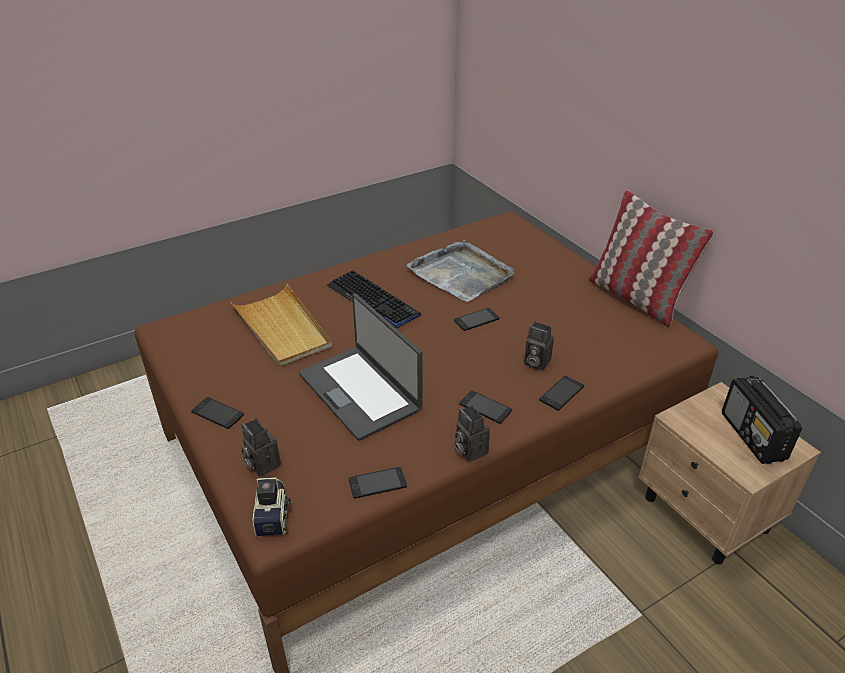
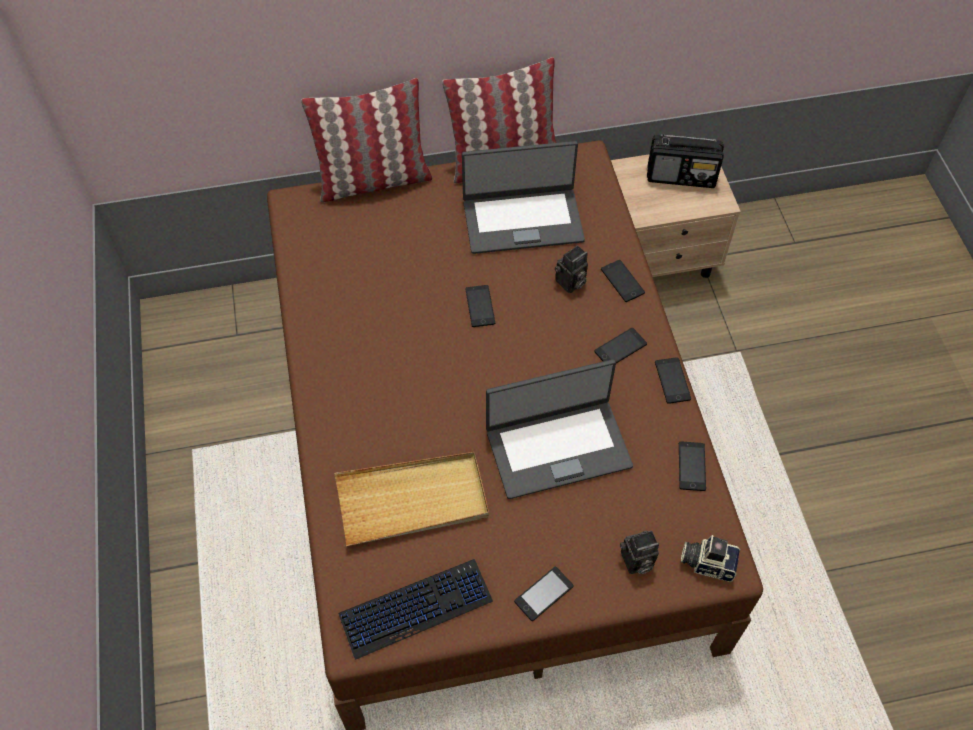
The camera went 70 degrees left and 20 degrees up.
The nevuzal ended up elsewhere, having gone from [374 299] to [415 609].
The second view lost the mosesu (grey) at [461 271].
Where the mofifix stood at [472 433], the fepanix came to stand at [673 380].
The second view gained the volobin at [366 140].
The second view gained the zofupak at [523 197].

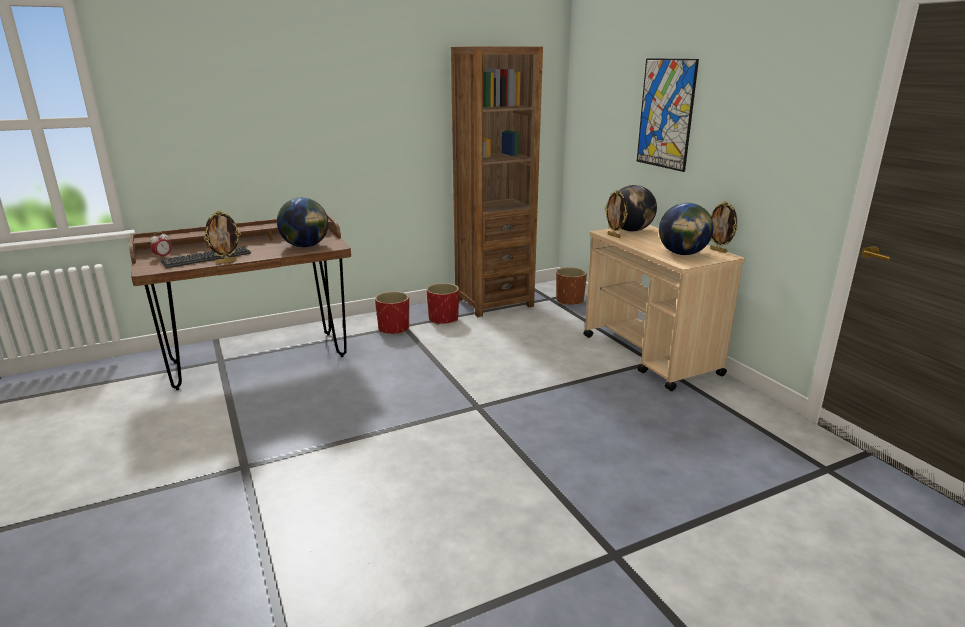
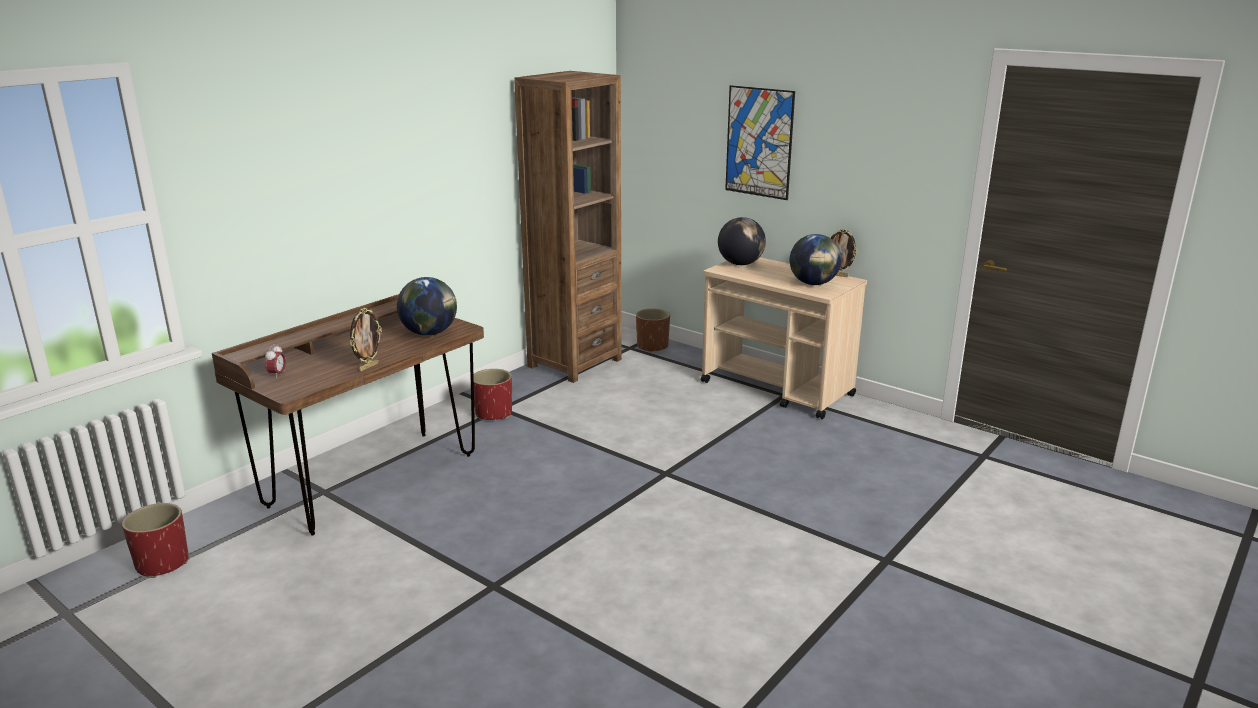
The camera went 25 degrees left and 0 degrees up.
The second view lost the nevuzal at [206 257].
The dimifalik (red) ended up elsewhere, having gone from [442 304] to [155 540].
The second view lost the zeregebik at [616 214].

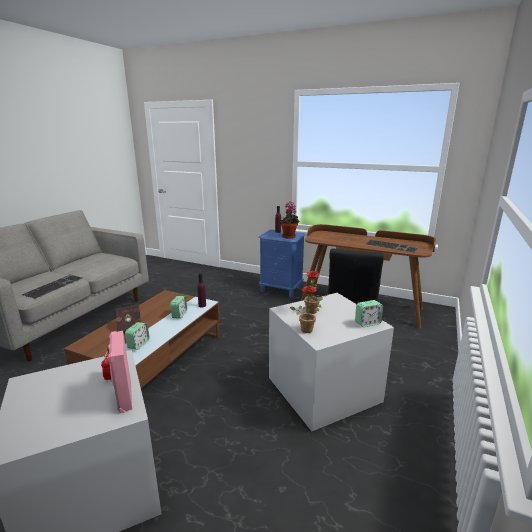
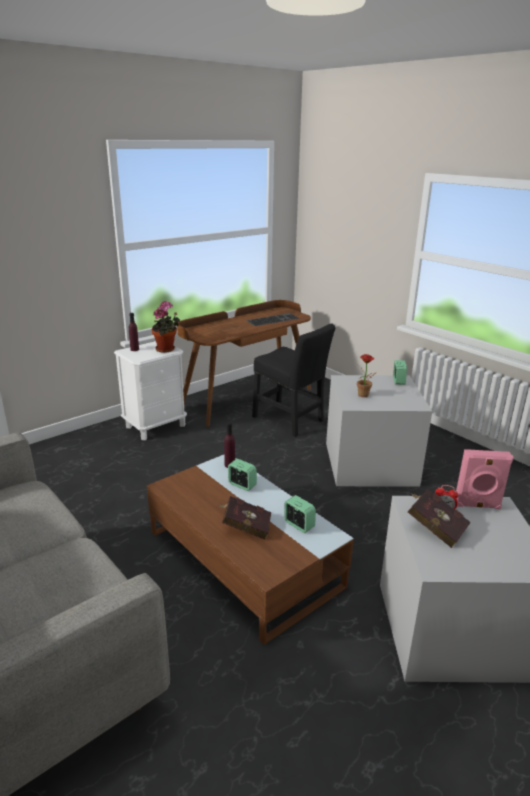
The camera went 65 degrees left and 5 degrees up.
The second view lost the nevuzal at [52 287].
What was the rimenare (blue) at [282 263] turned into the rimenare (white) at [150 390].
The second view lost the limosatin at [306 309].
The second view gained the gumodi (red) at [439 518].

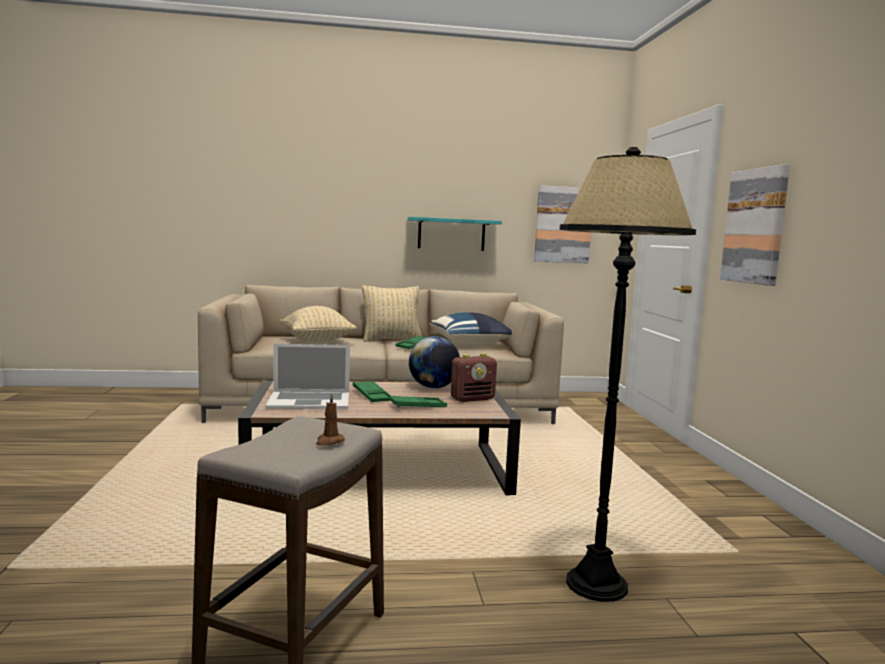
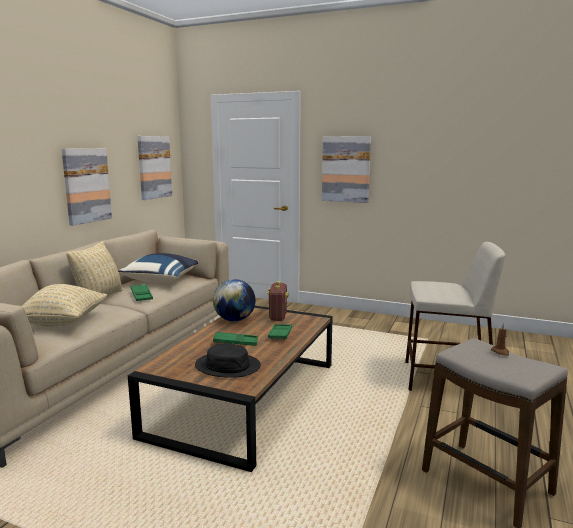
The camera went 60 degrees left and 5 degrees up.
Where the zofupak stood at [308 376], the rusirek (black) came to stand at [228 360].
Where the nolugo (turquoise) hung at [455 234], the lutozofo came to hang at [87 187].
Where the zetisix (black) stood at [628 374], the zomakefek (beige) came to stand at [455 316].

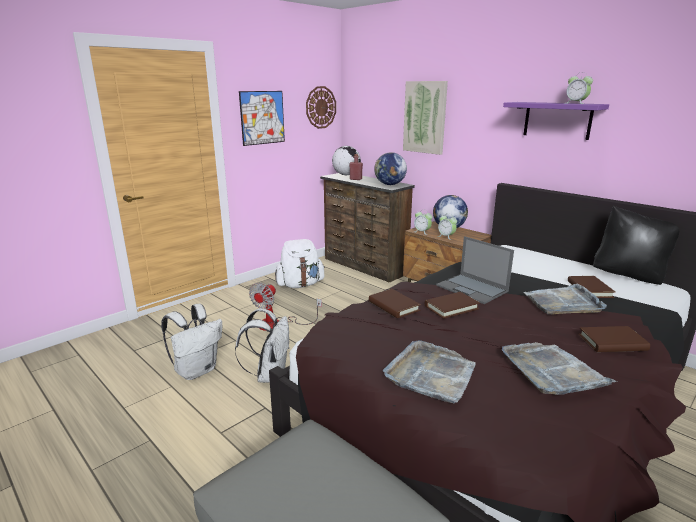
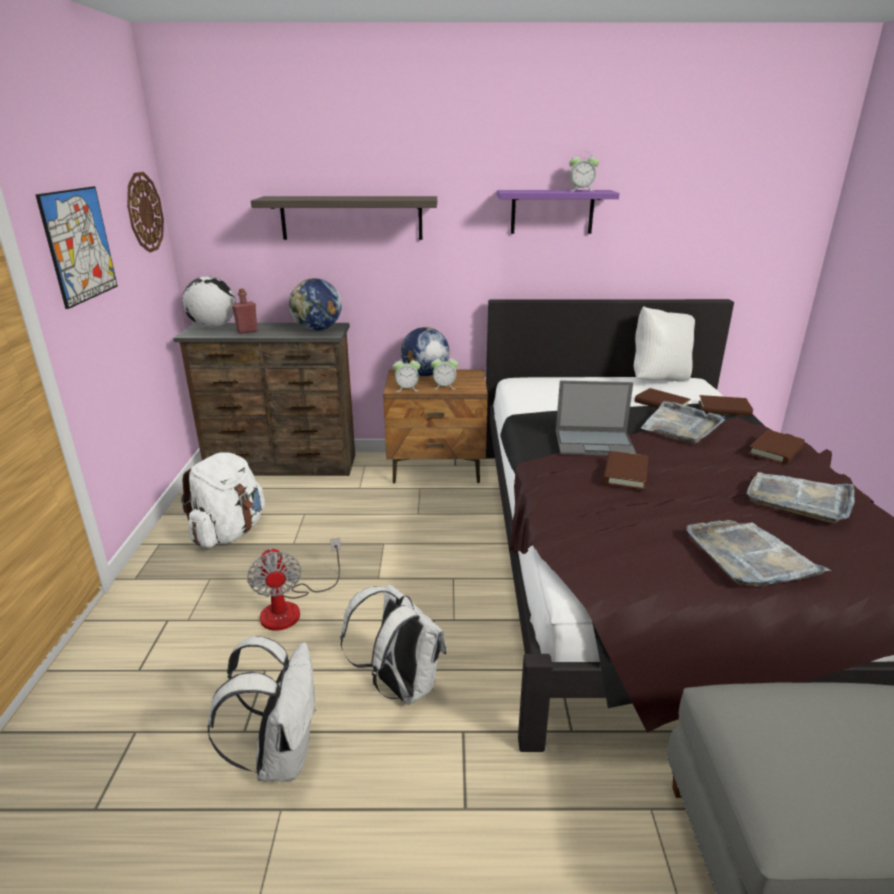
The camera went 45 degrees left and 5 degrees up.
The gumodi (brown) ended up elsewhere, having gone from [395 303] to [725 405].
Where the lutozofo hung at [425 118], the nolugo came to hang at [344 218].
What was the volobin (black) at [636 245] turned into the volobin (white) at [664 343].

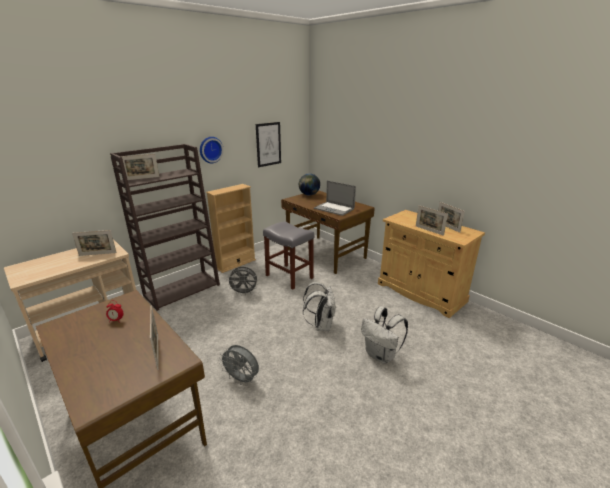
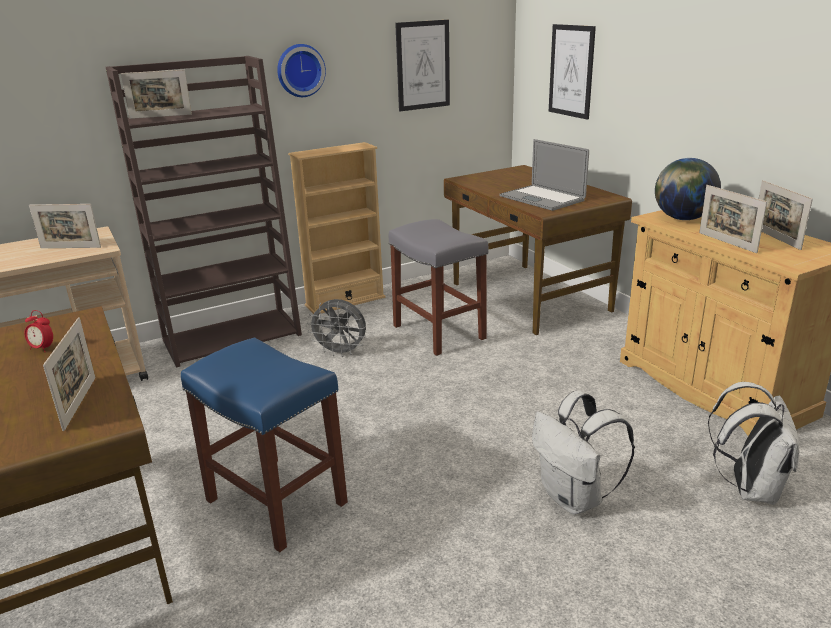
The camera went 15 degrees right and 0 degrees up.
Where the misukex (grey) stood at [239 365], the zomakefek (blue) came to stand at [264 444].
The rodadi ended up elsewhere, having gone from [309 185] to [688 189].
The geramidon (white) ended up elsewhere, having gone from [319 306] to [753 443].
The second view gained the lutozofo at [572 72].

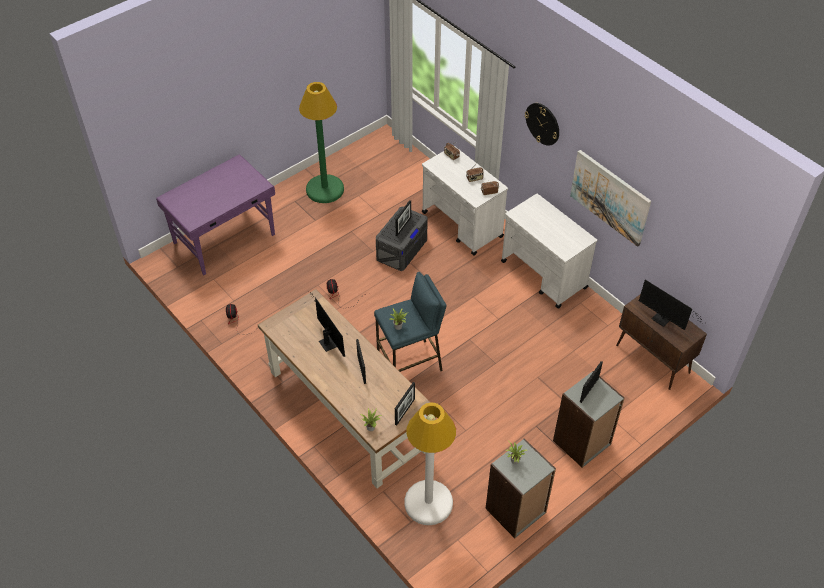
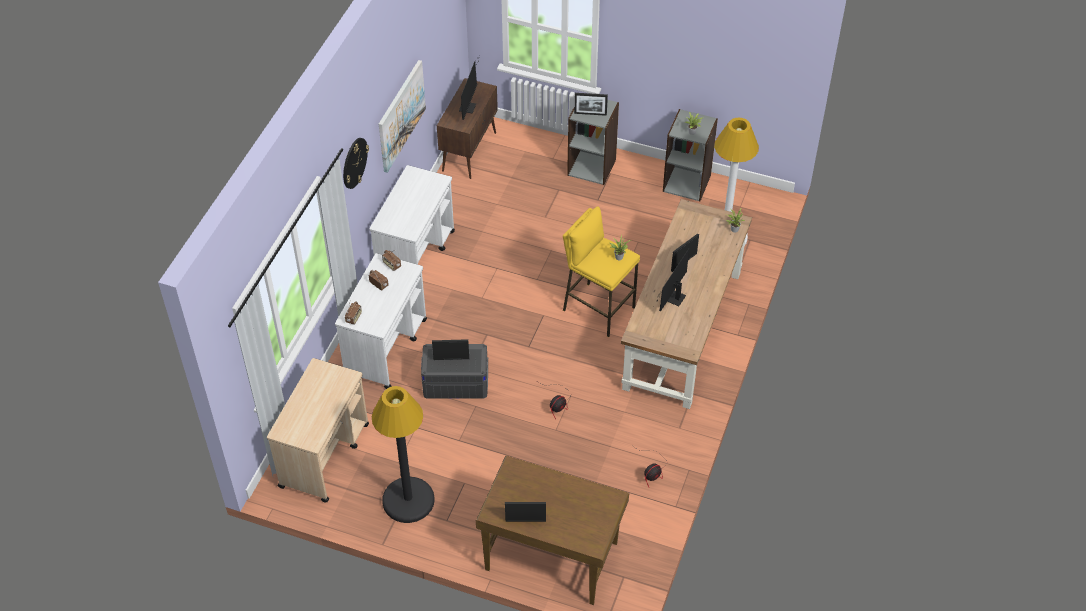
The camera went 120 degrees left and 0 degrees up.
What was the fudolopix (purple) at [215 215] turned into the fudolopix (brown) at [552 530].
What was the zetisix (green) at [321 142] turned into the zetisix (black) at [403 454].
What was the zomakefek (blue) at [410 322] turned into the zomakefek (yellow) at [601 271].
The zeregebik ended up elsewhere, having gone from [405 403] to [525 512].
The second view gained the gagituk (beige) at [318 430].

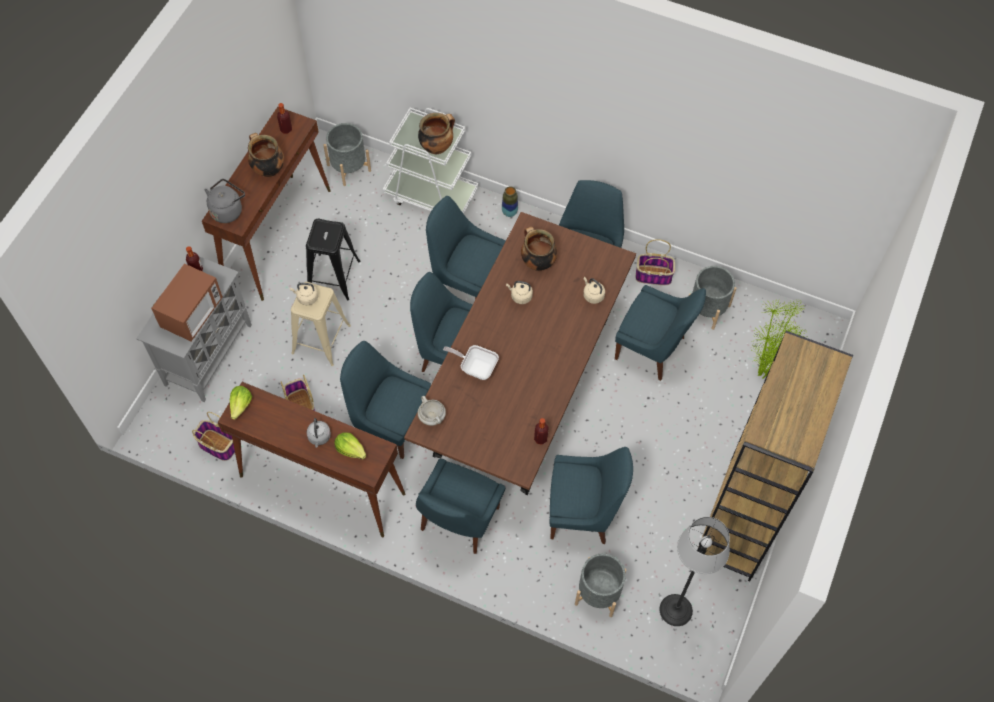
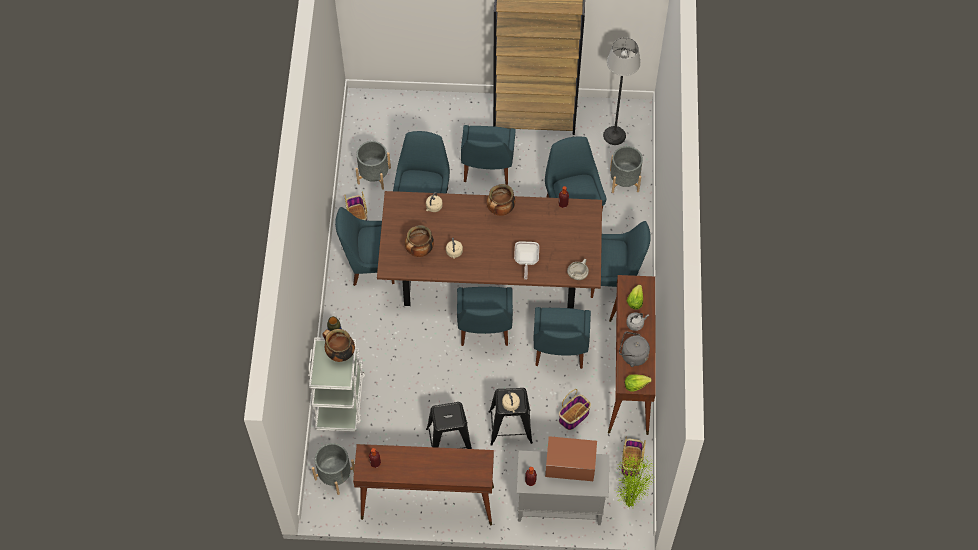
The camera went 110 degrees left and 0 degrees up.
The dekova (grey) ended up elsewhere, having gone from [225 201] to [634 349].
The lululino ended up elsewhere, having gone from [266 155] to [501 200].
What was the zomakefek (beige) at [321 324] turned into the zomakefek (black) at [511 417].
The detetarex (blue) ended up elsewhere, having gone from [466 248] to [488 155].
The limosatin ended up elsewhere, having gone from [779 339] to [635 480].

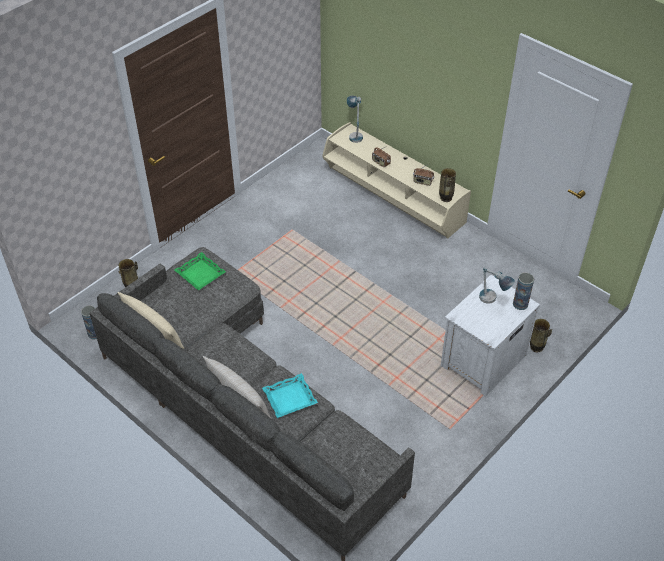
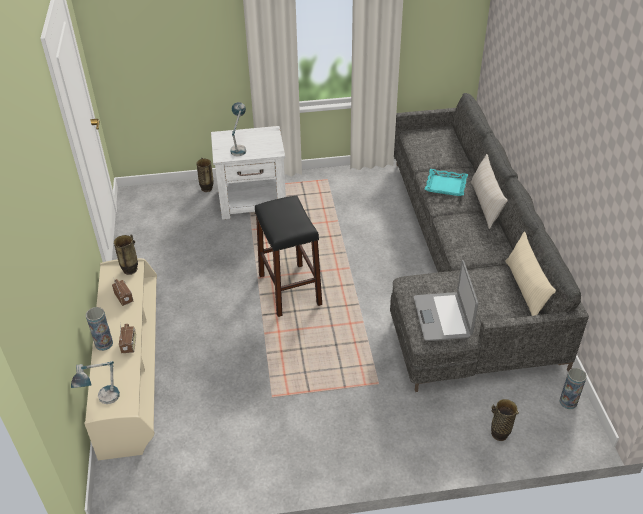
The camera went 140 degrees left and 5 degrees down.
Where the mosesu (green) stood at [200 271], the zofupak came to stand at [446 300].
The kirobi ended up elsewhere, having gone from [523 291] to [99 329].
The second view gained the zomakefek (black) at [288 256].

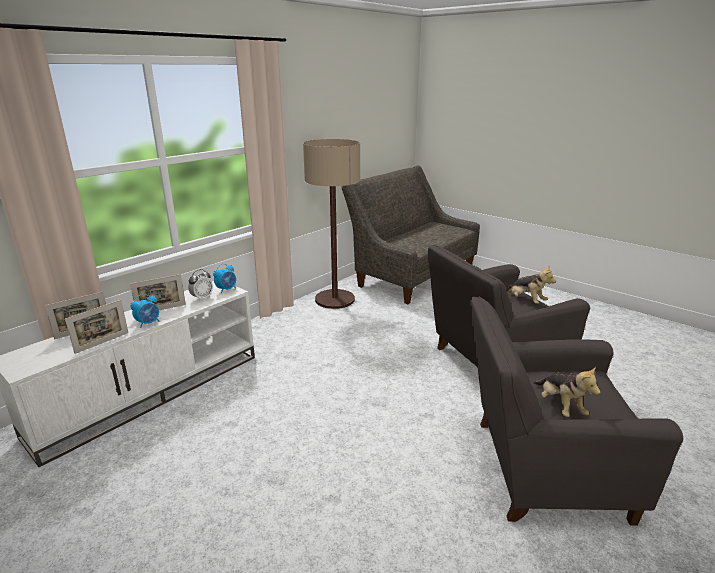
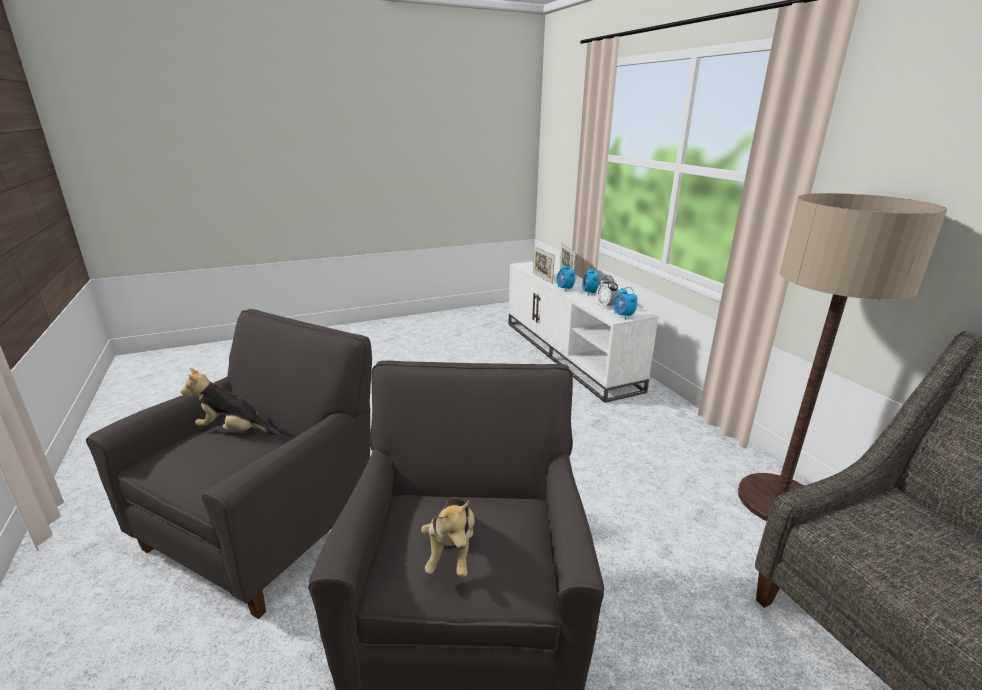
The camera went 115 degrees right and 0 degrees up.
Where the zeregebik stood at [158 292], the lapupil came to stand at [590 281].
The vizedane at [531 285] ended up facing another way, 75 degrees counterclockwise from before.

